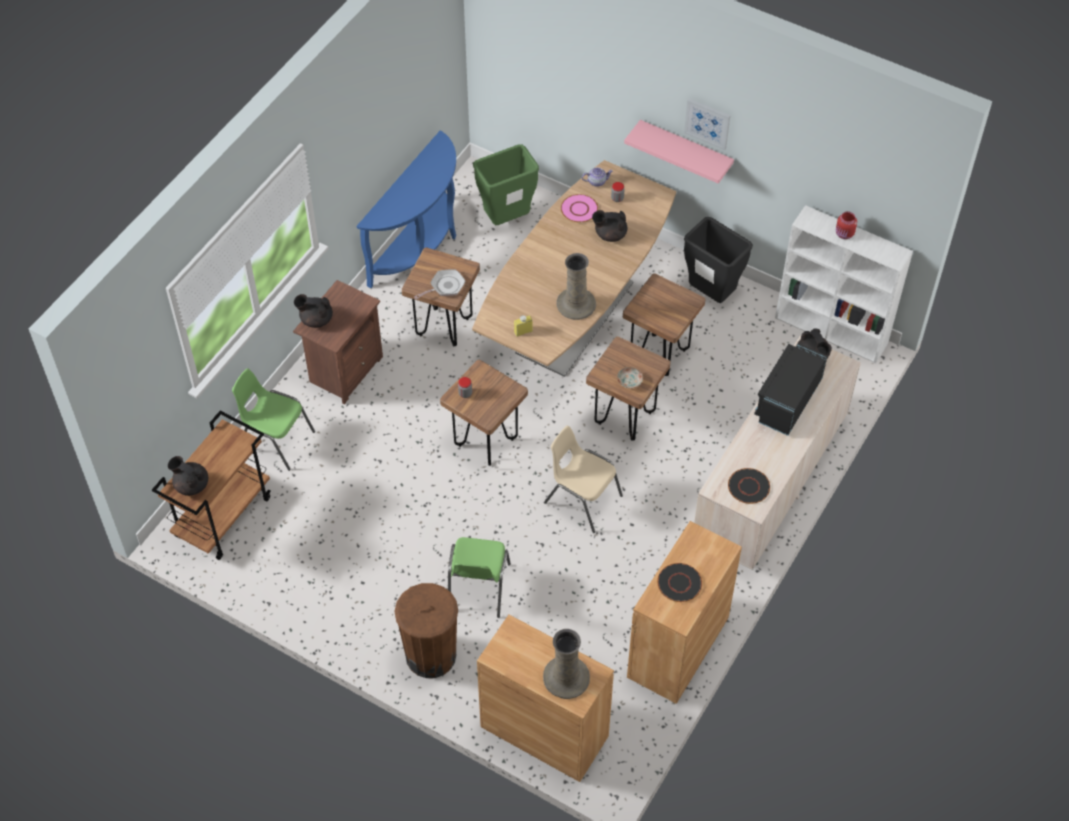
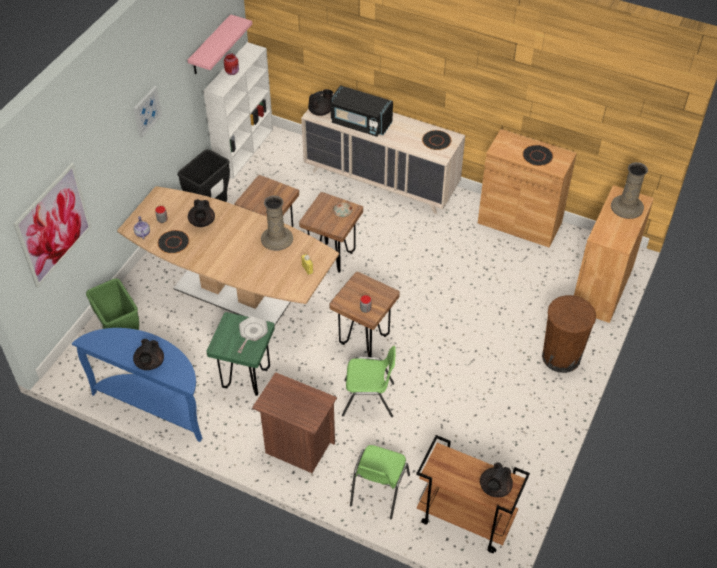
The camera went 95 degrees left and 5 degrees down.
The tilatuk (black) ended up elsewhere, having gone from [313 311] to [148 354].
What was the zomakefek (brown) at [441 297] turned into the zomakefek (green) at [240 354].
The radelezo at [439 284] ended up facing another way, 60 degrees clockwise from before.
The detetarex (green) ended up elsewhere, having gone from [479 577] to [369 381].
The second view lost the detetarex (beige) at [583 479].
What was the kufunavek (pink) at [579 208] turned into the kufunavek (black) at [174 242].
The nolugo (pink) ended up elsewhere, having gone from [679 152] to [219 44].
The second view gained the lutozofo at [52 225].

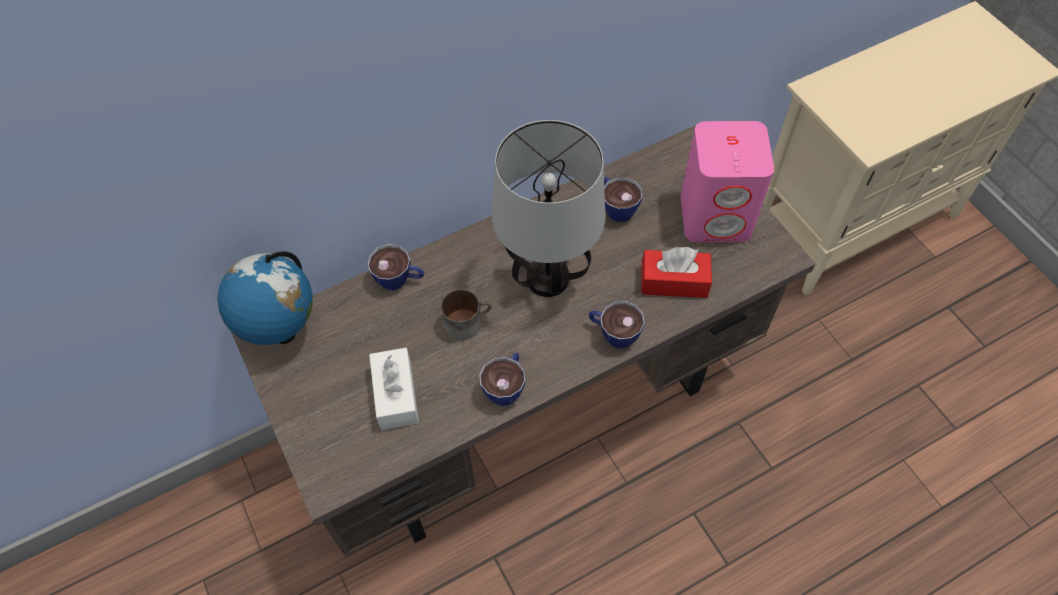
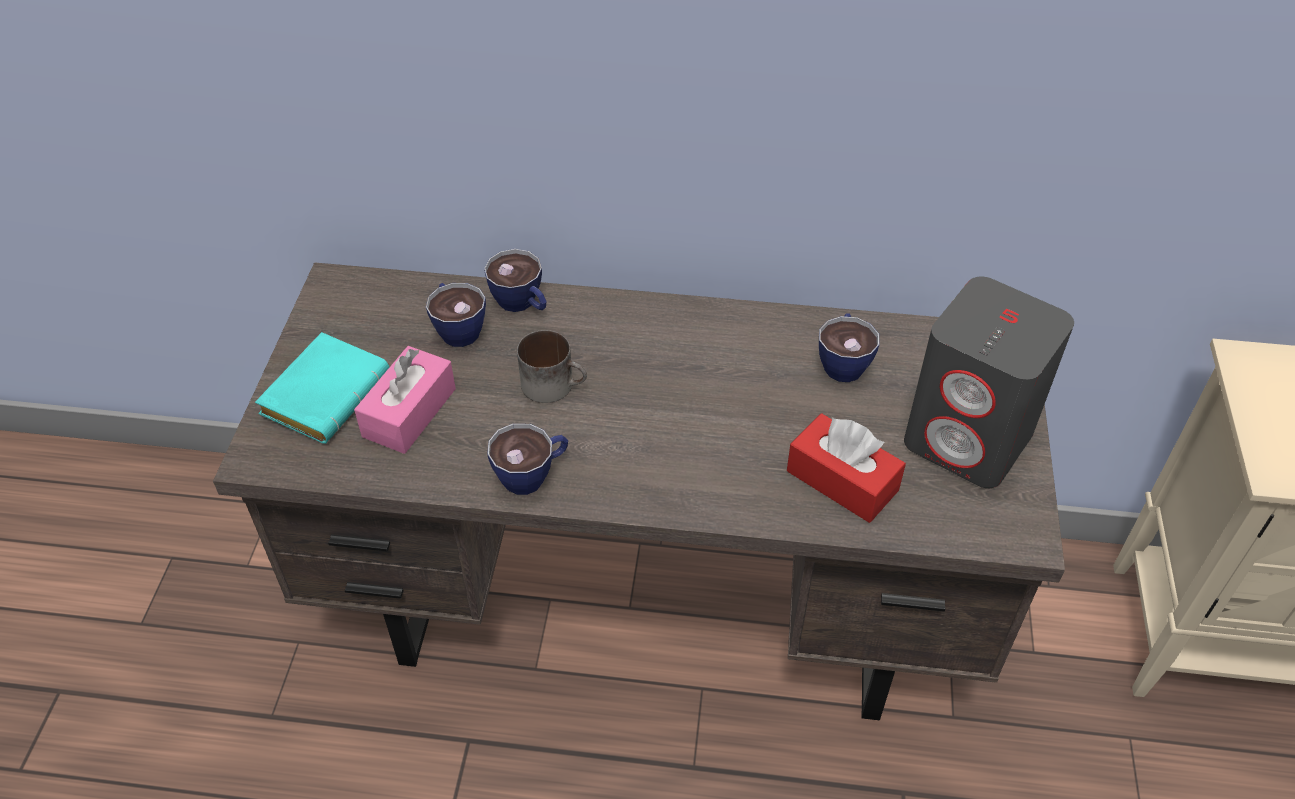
The camera went 35 degrees right and 10 degrees down.
The second view lost the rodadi at [265 298].
What was the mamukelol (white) at [394 389] turned into the mamukelol (pink) at [405 400].
The second view lost the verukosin at [548 208].
The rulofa ended up elsewhere, having gone from [617 325] to [456 315].
What was the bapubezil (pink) at [727 181] turned into the bapubezil (grey) at [989 382].
The second view gained the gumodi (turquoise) at [322 388].

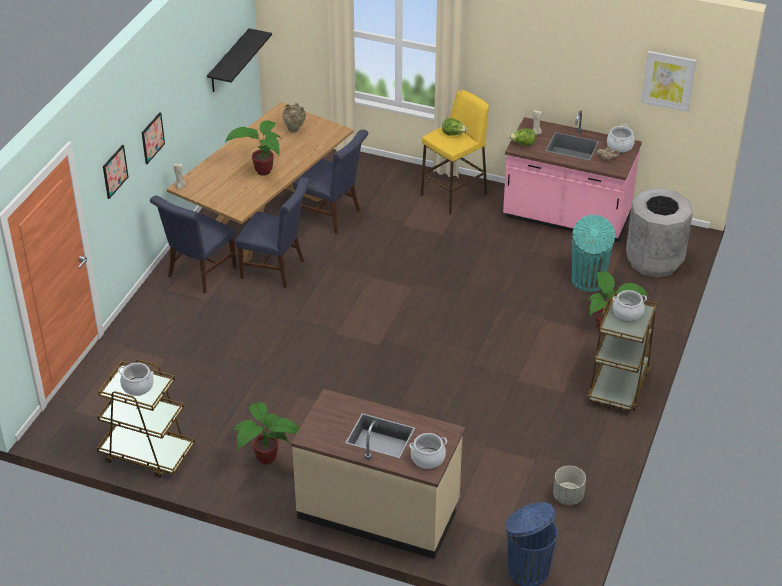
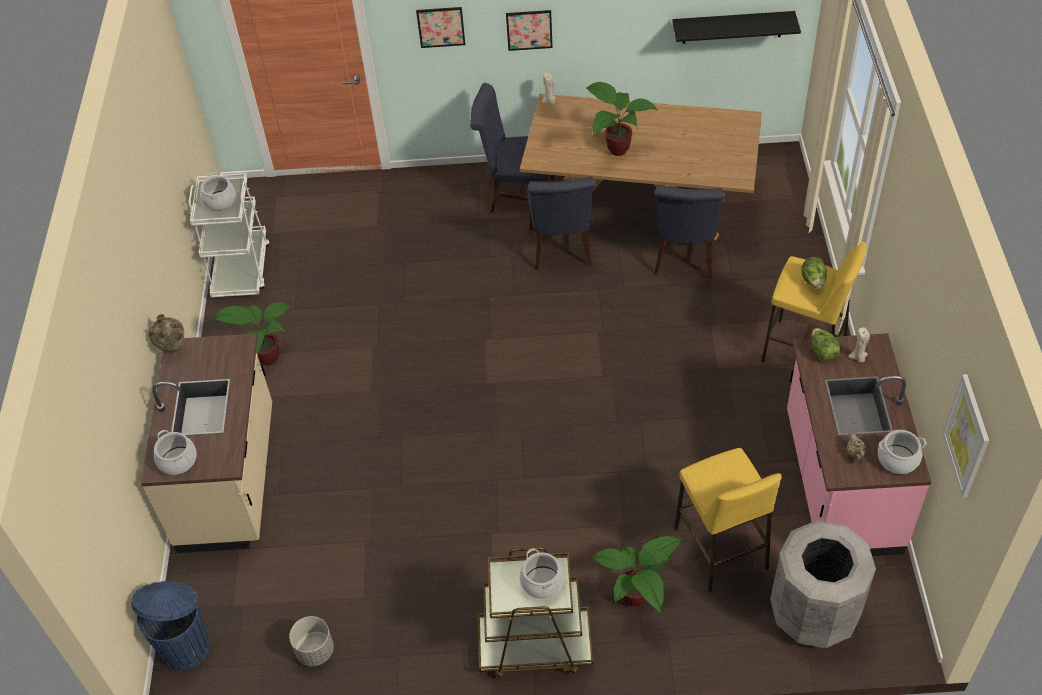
The camera went 70 degrees right and 10 degrees up.
What was the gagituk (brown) at [146 418] turned into the gagituk (white) at [229 235].
The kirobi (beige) ended up elsewhere, having gone from [294 118] to [166 334].
Where the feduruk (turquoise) stood at [593 253], the zomakefek (yellow) came to stand at [728 520].

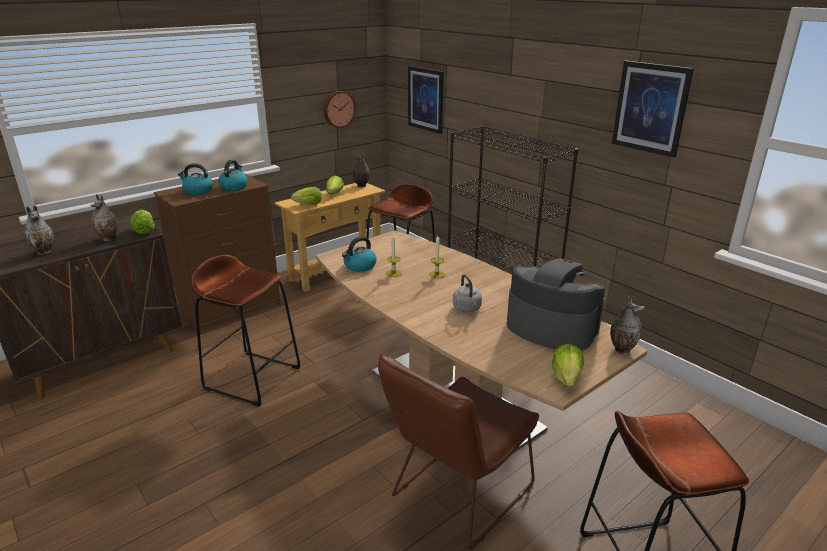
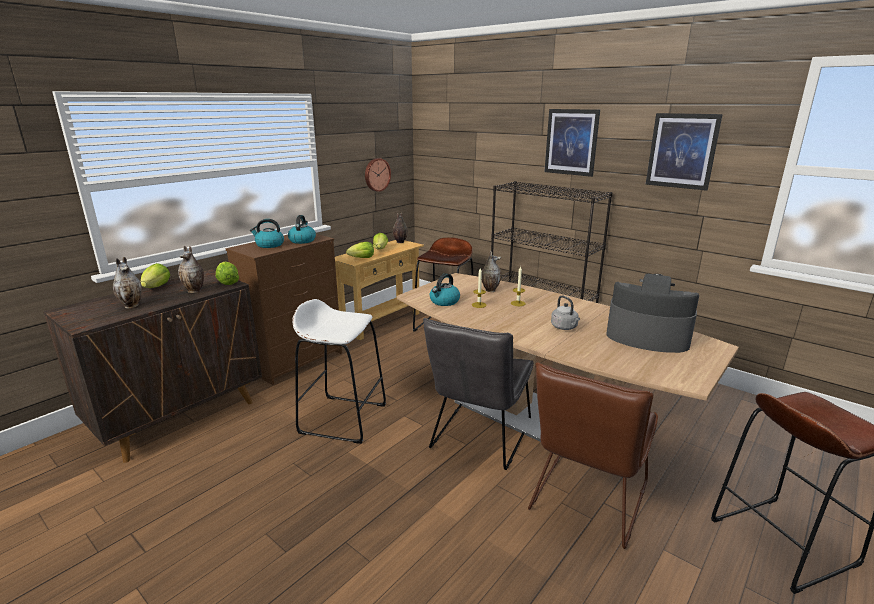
The camera went 10 degrees left and 5 degrees down.
What was the zomakefek (brown) at [246 330] turned into the zomakefek (white) at [339 371].
The lutozofo ended up elsewhere, having gone from [425 100] to [572 143].
The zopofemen ended up elsewhere, having gone from [568 365] to [155 275].
The kirobi ended up elsewhere, having gone from [627 325] to [491 271].
The second view gained the detetarex (grey) at [478 394].

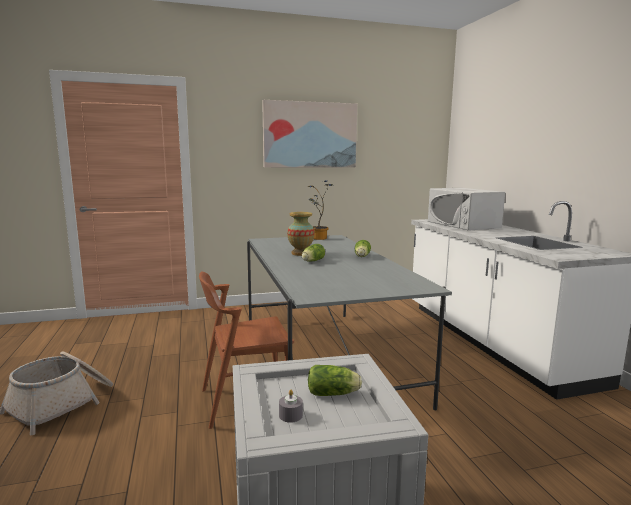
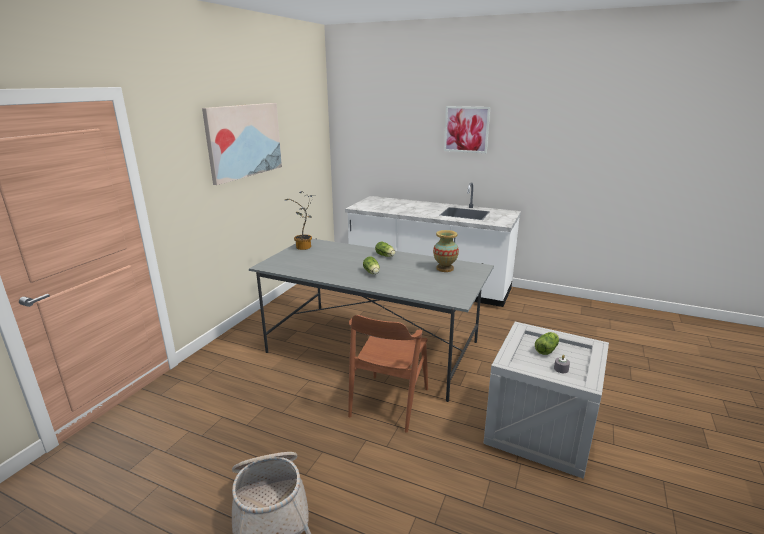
The camera went 50 degrees left and 10 degrees up.
The kirobi ended up elsewhere, having gone from [301 234] to [446 251].
The second view lost the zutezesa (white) at [466 209].
The second view gained the lutozofo at [467 129].

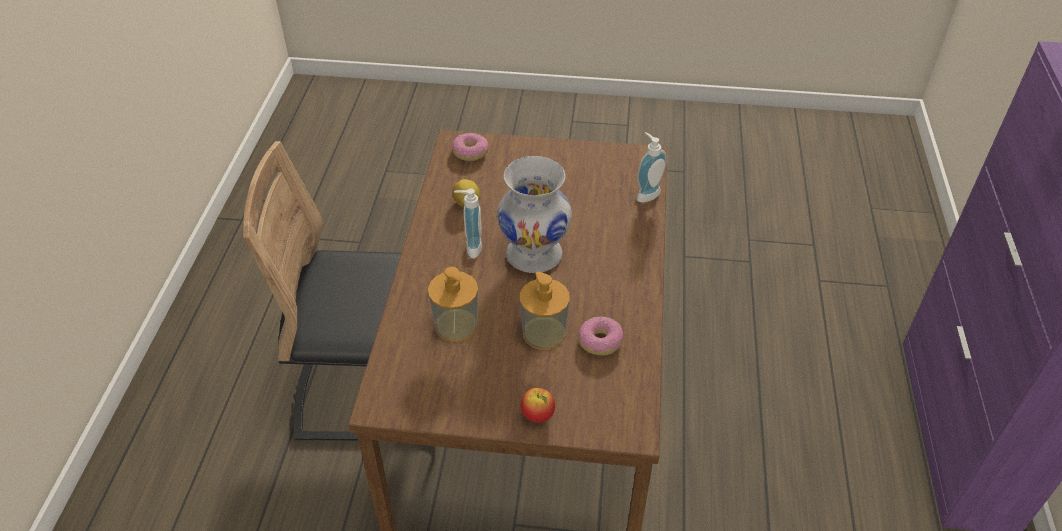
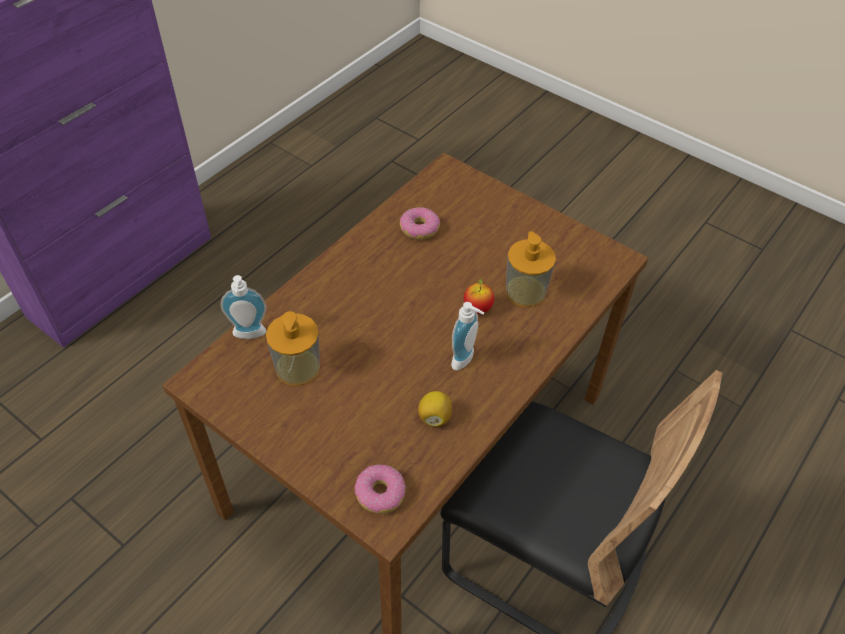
The camera went 150 degrees left and 5 degrees up.
The second view lost the kirobi (white) at [534 214].
The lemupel ended up elsewhere, having gone from [545 311] to [293 348].
The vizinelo ended up elsewhere, having gone from [538 405] to [479 296].

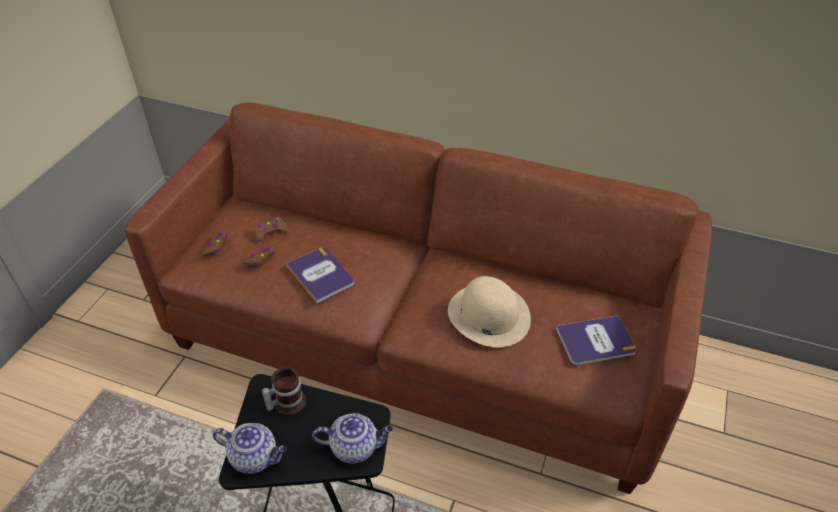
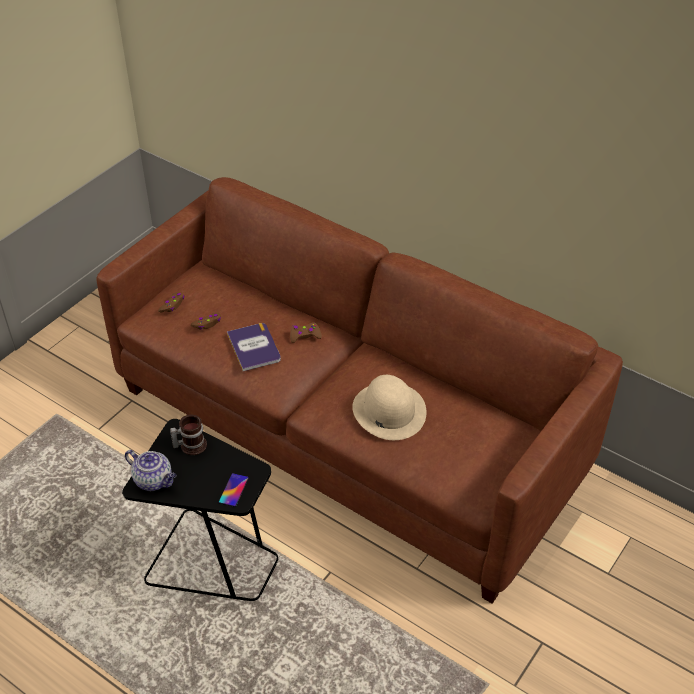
The camera went 15 degrees right and 0 degrees up.
The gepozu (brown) ended up elsewhere, having gone from [271 229] to [306 333].
Where the tilatuk stood at [352 438], the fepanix came to stand at [234 490].
The second view lost the gumodi at [596 340].

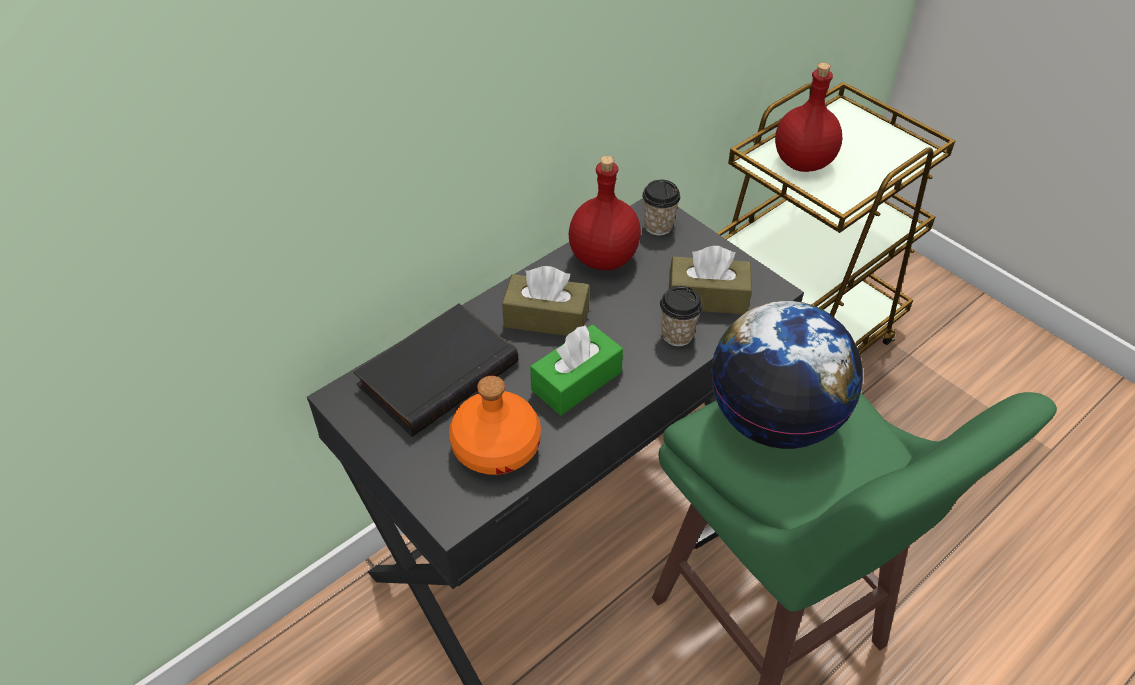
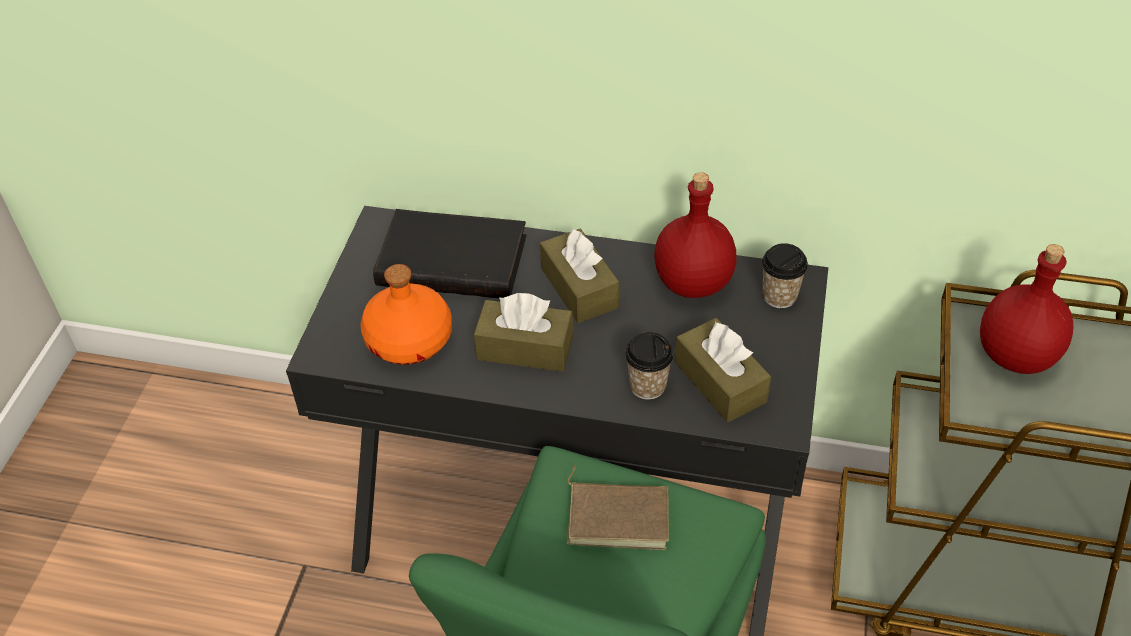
The camera went 55 degrees right and 0 degrees up.
What was the mamukelol (green) at [576 369] turned into the mamukelol (brown) at [523 332].
Where the rodadi stood at [787 375], the gumodi (brown) came to stand at [618 507].

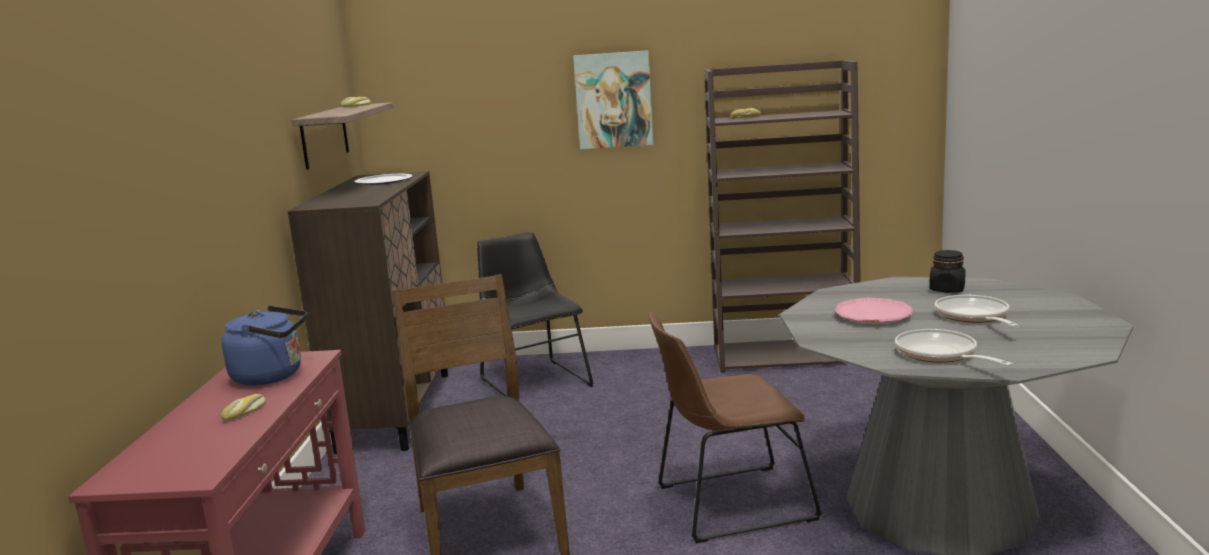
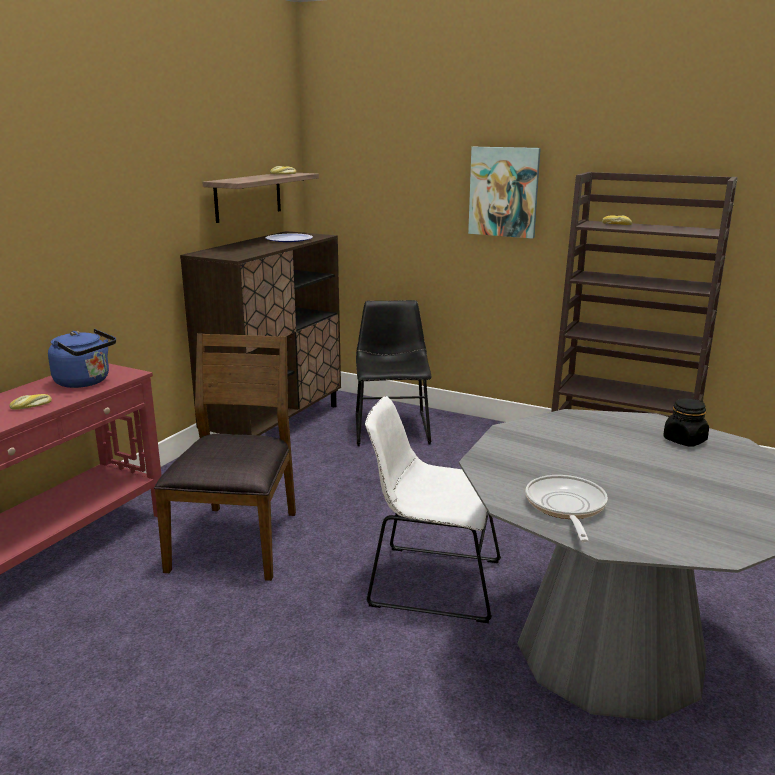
The camera went 25 degrees right and 5 degrees up.
What was the detetarex (brown) at [735 427] turned into the detetarex (white) at [433 509].
The second view lost the kufunavek (pink) at [873 311].
The second view lost the radelezo at [977 311].

